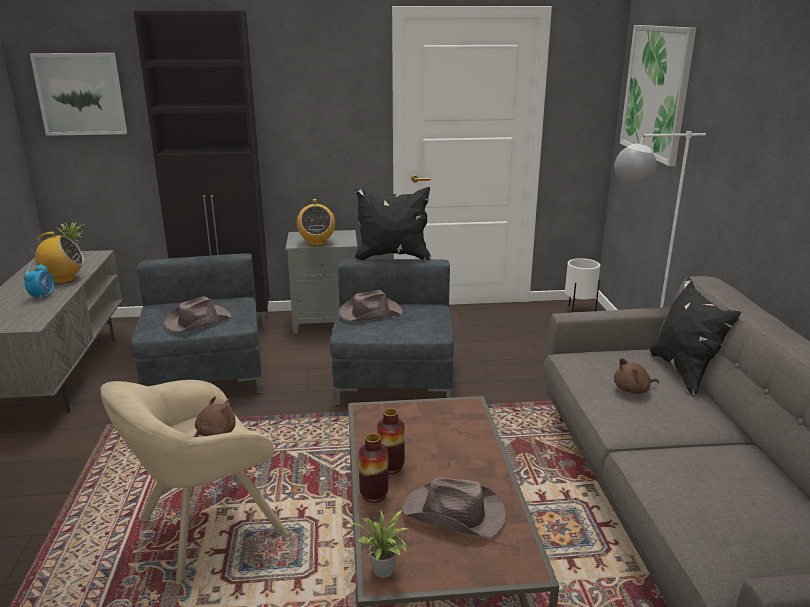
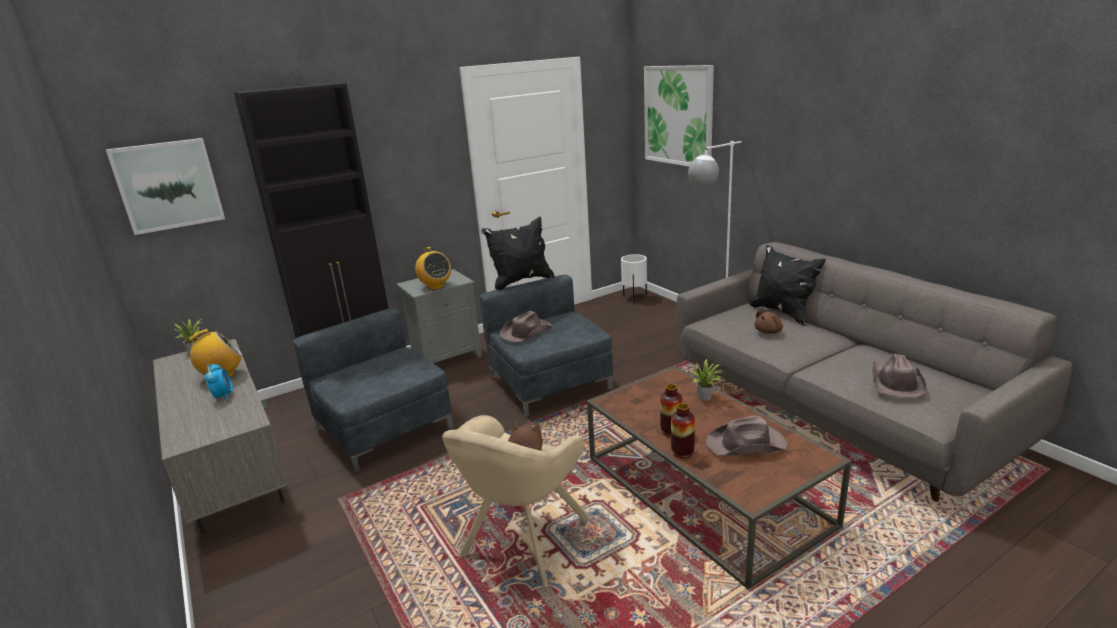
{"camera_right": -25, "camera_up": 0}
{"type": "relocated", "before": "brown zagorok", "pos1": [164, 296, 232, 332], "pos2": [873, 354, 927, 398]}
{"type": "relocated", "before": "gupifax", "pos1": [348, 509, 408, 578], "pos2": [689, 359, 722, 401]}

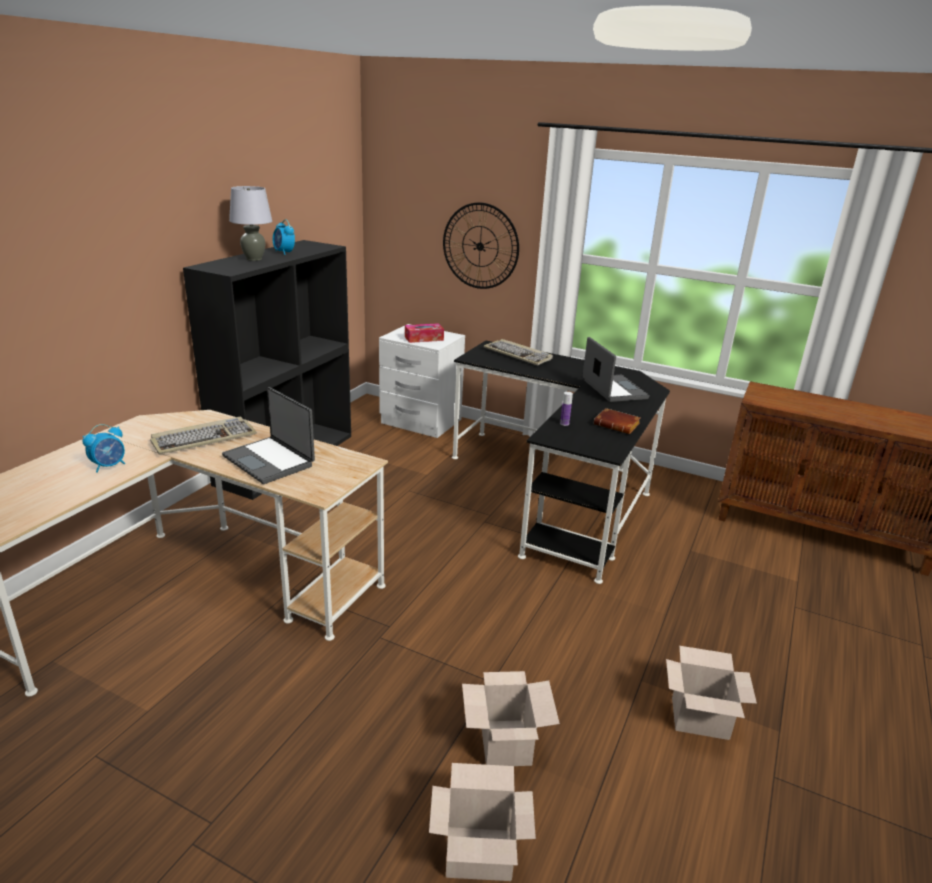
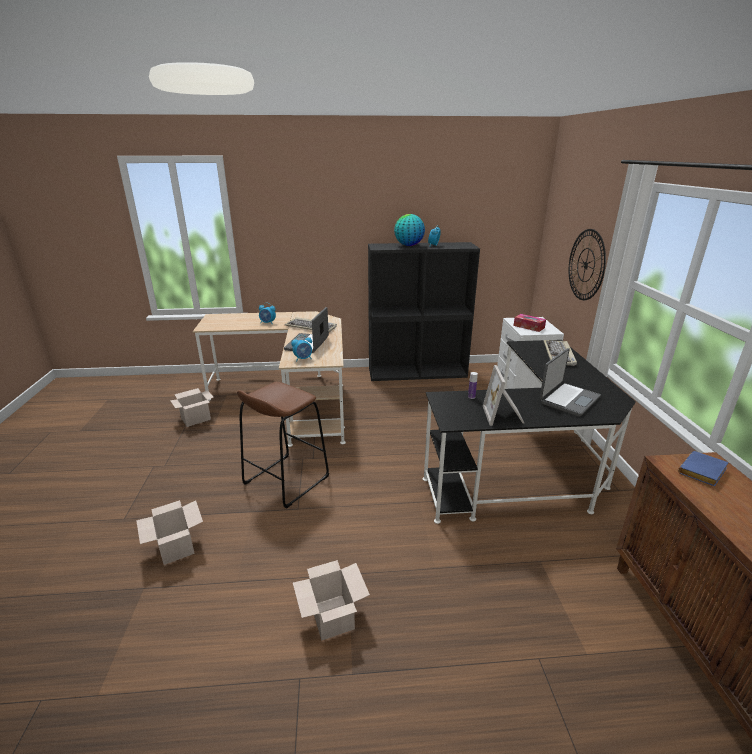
{"camera_right": 60, "camera_up": 0}
{"type": "appeared", "after": "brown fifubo", "pos2": [237, 382, 329, 509]}
{"type": "appeared", "after": "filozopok", "pos2": [291, 335, 312, 362]}
{"type": "appeared", "after": "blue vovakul", "pos2": [678, 451, 729, 486]}
{"type": "relocated", "before": "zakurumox", "pos1": [462, 671, 560, 766], "pos2": [170, 388, 214, 427]}
{"type": "exchanged", "before": "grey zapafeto", "after": "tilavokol", "pos1": [229, 186, 272, 261], "pos2": [394, 214, 425, 246]}
{"type": "exchanged", "before": "brown vovakul", "after": "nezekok", "pos1": [594, 408, 641, 434], "pos2": [483, 365, 524, 426]}

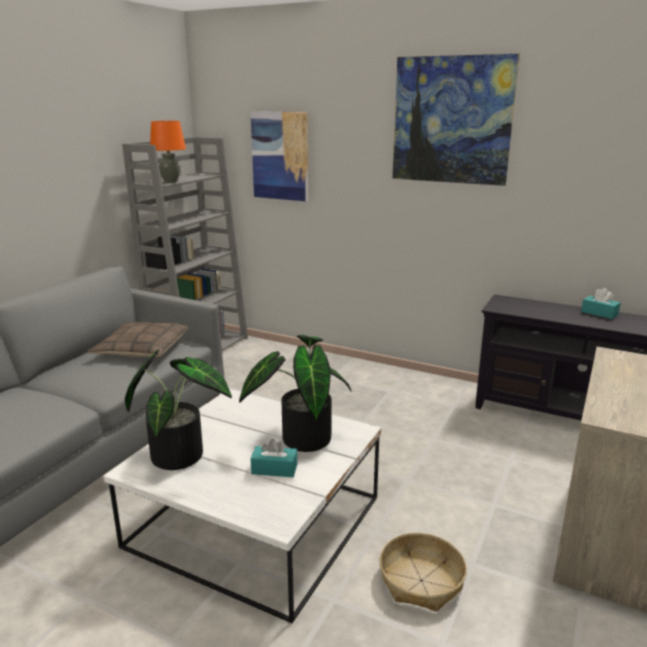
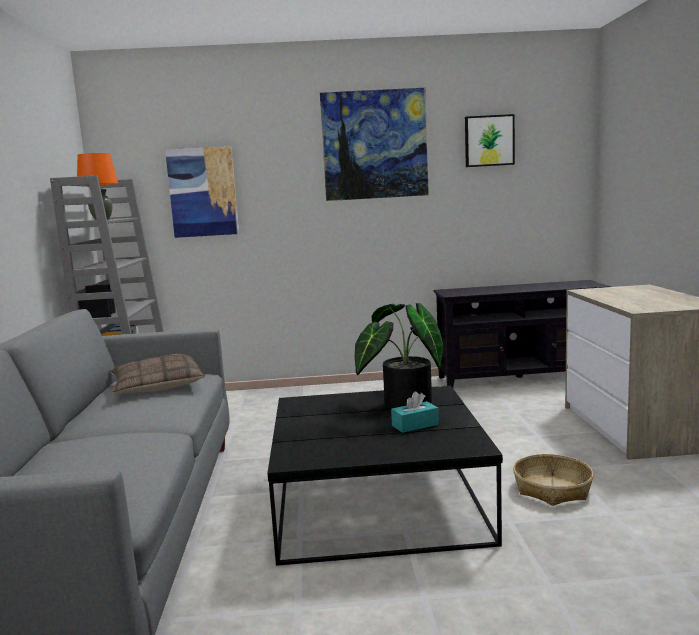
{"camera_right": -30, "camera_up": -10}
{"type": "missing", "before": "gupifax", "pos1": [125, 350, 232, 470]}
{"type": "missing", "before": "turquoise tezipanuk", "pos1": [581, 288, 621, 319]}
{"type": "appeared", "after": "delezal", "pos2": [465, 114, 515, 167]}
{"type": "colour", "before": "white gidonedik", "after": "black gidonedik", "pos1": [104, 389, 381, 623], "pos2": [267, 386, 503, 566]}

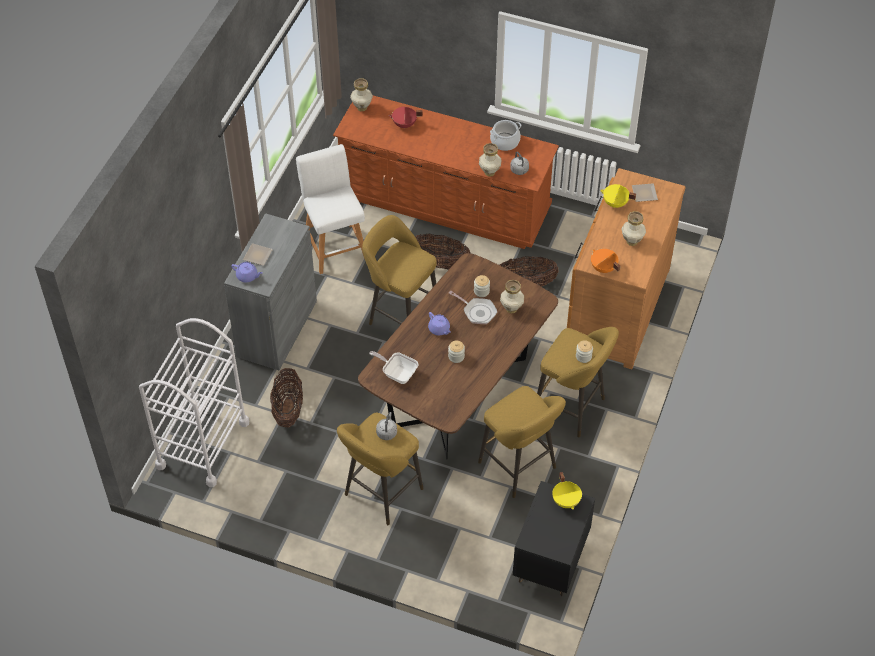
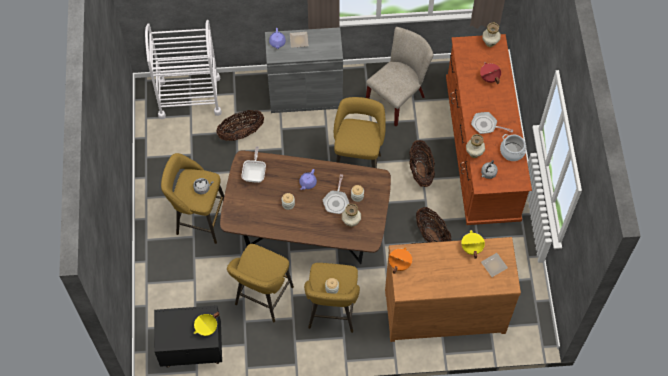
{"camera_right": 65, "camera_up": 10}
{"type": "missing", "before": "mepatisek", "pos1": [621, 211, 646, 246]}
{"type": "appeared", "after": "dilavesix", "pos2": [471, 112, 513, 134]}
{"type": "exchanged", "before": "white fifubo", "after": "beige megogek", "pos1": [296, 144, 365, 274], "pos2": [366, 27, 433, 126]}

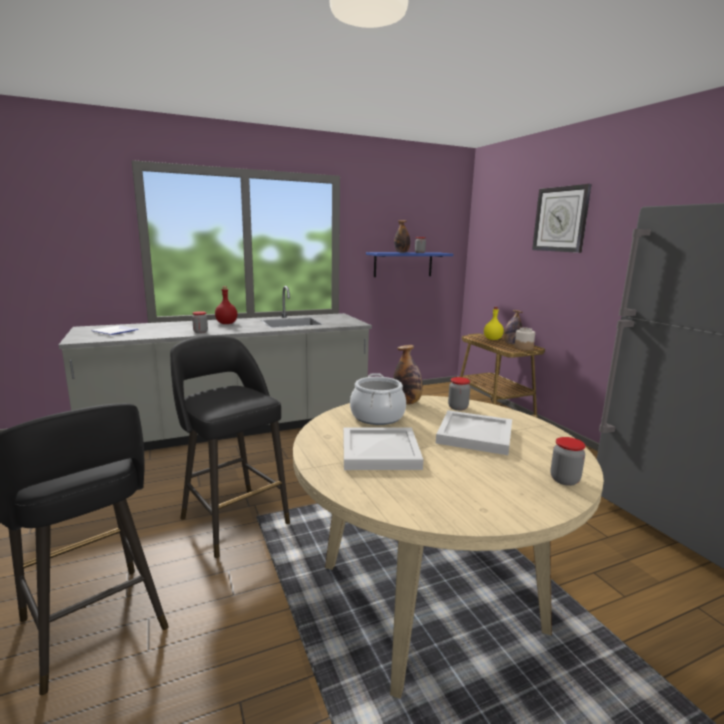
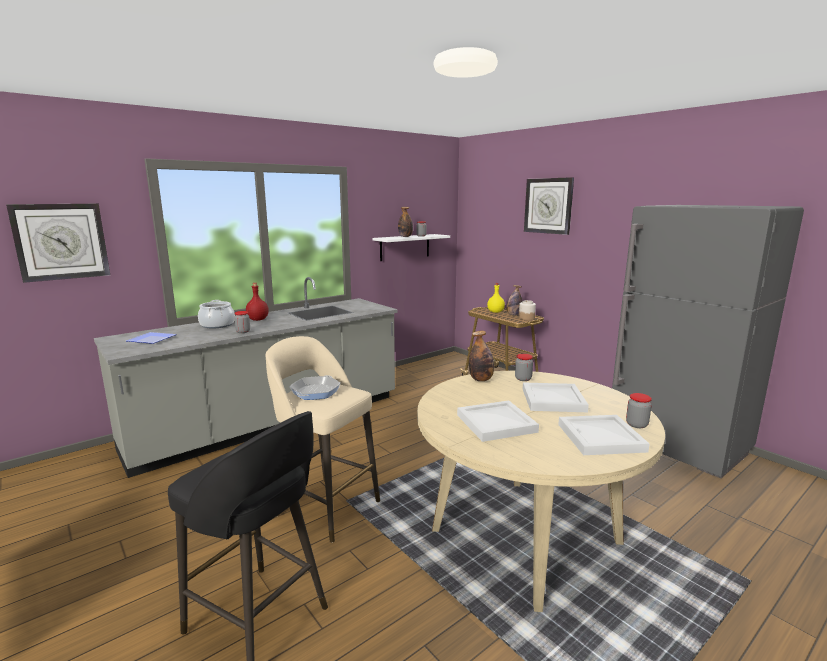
{"camera_right": -15, "camera_up": 0}
{"type": "appeared", "after": "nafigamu", "pos2": [6, 204, 110, 283]}
{"type": "appeared", "after": "dilavesix", "pos2": [289, 375, 341, 400]}
{"type": "appeared", "after": "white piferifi", "pos2": [558, 415, 650, 455]}
{"type": "relocated", "before": "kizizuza", "pos1": [350, 373, 406, 425], "pos2": [198, 300, 235, 328]}
{"type": "colour", "before": "black fifubo", "after": "beige fifubo", "pos1": [170, 335, 290, 558], "pos2": [265, 336, 380, 543]}
{"type": "colour", "before": "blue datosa", "after": "white datosa", "pos1": [366, 252, 453, 277], "pos2": [373, 234, 450, 261]}

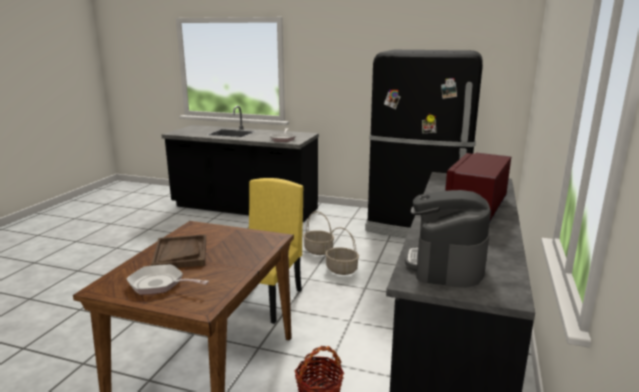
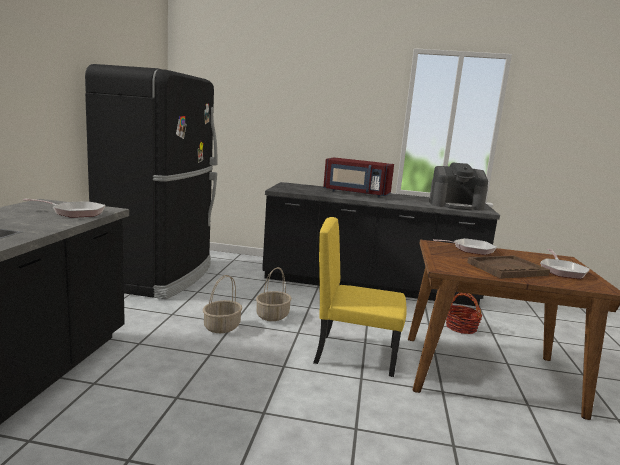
{"camera_right": -100, "camera_up": -5}
{"type": "appeared", "after": "dilavesix", "pos2": [433, 238, 497, 255]}

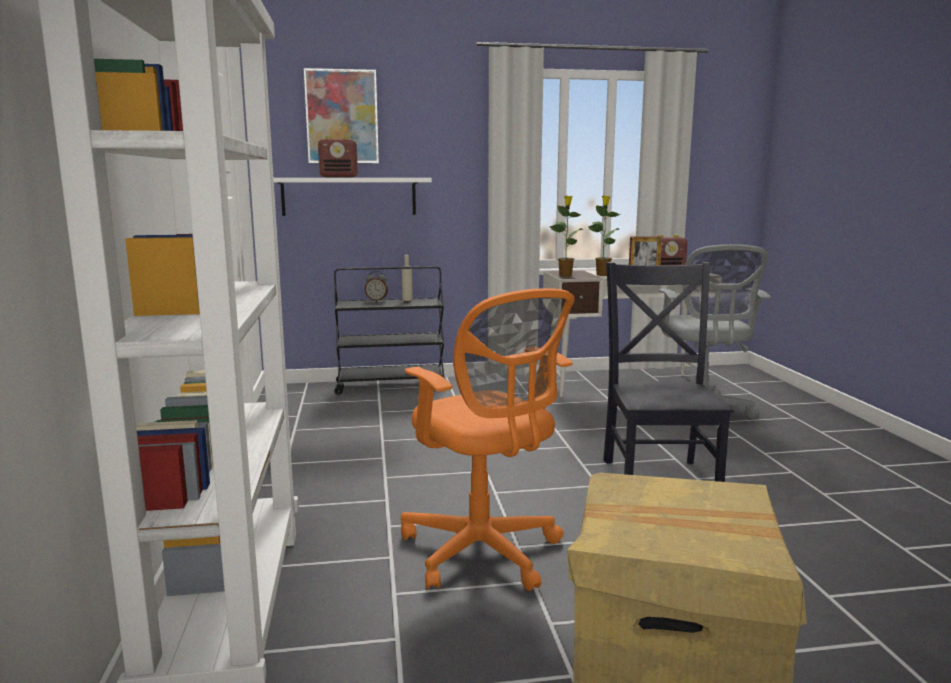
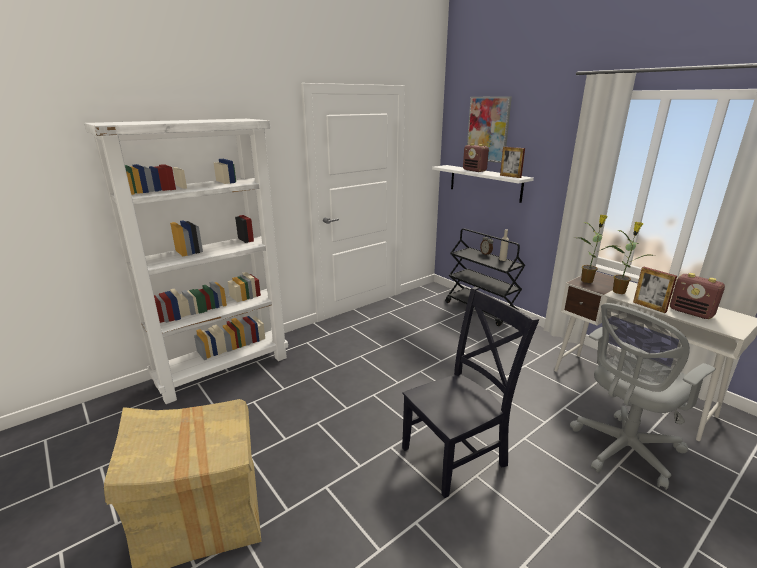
{"camera_right": 60, "camera_up": 10}
{"type": "missing", "before": "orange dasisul", "pos1": [401, 288, 575, 591]}
{"type": "appeared", "after": "nezekok", "pos2": [500, 147, 525, 178]}

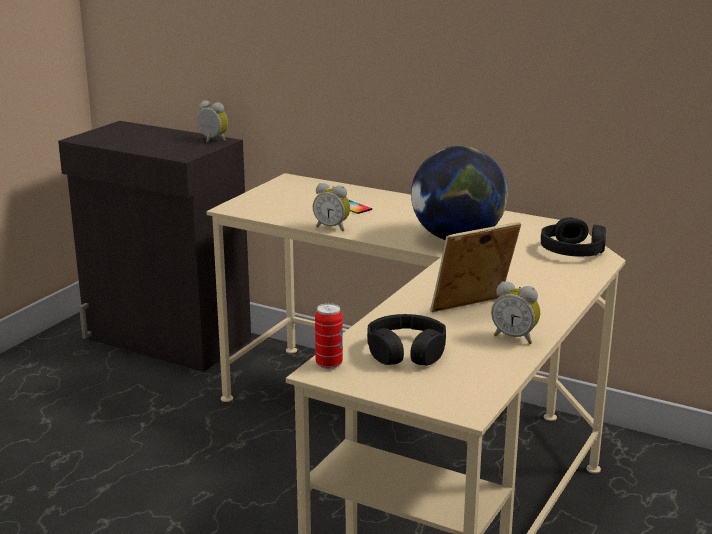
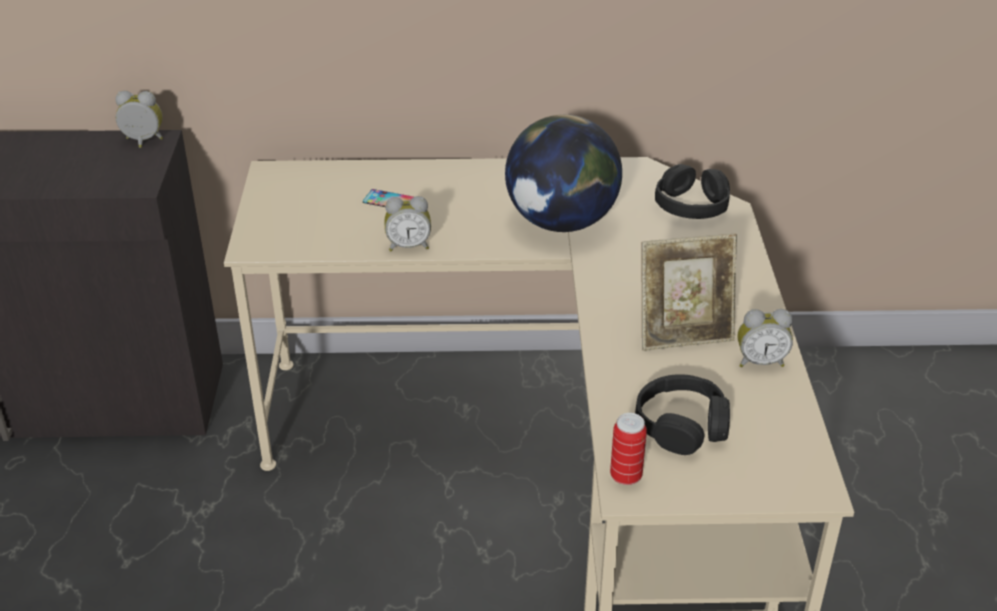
{"camera_right": -30, "camera_up": 15}
{"type": "spun", "before": "nezekok", "pos1": [430, 222, 521, 312], "pos2": [642, 234, 737, 351], "turn": -135}

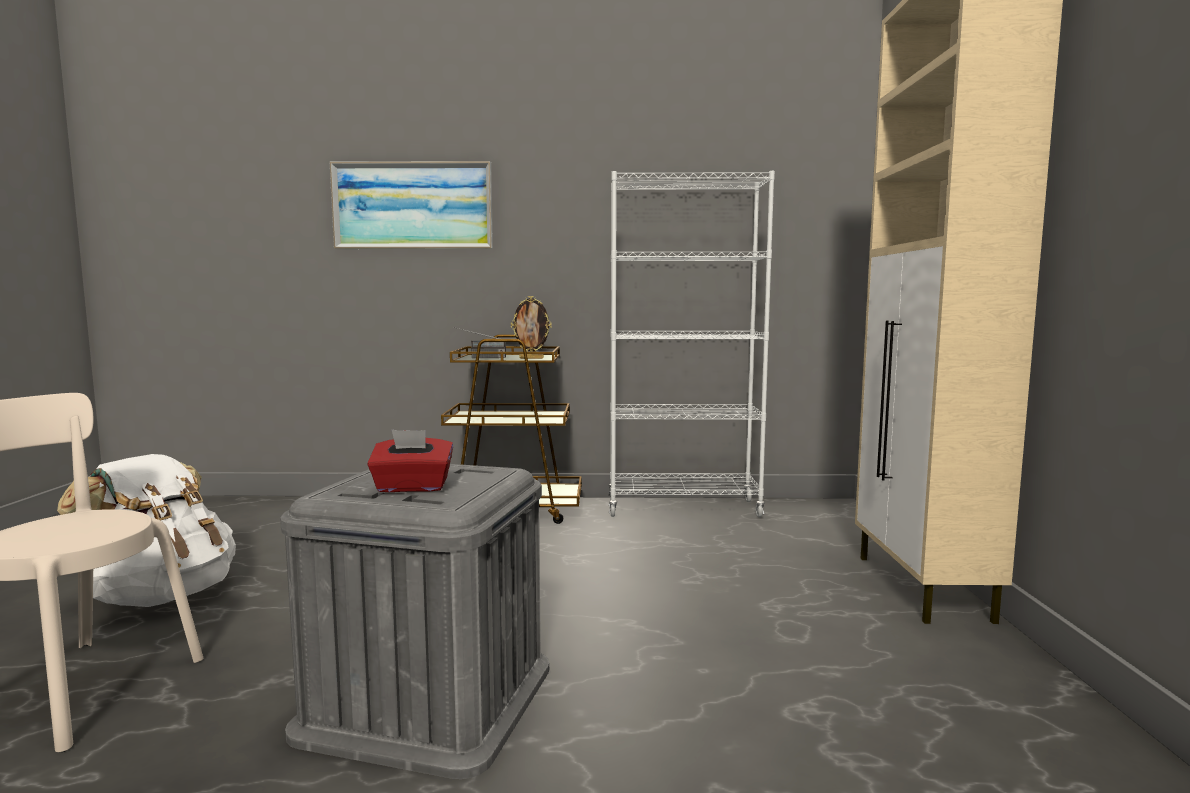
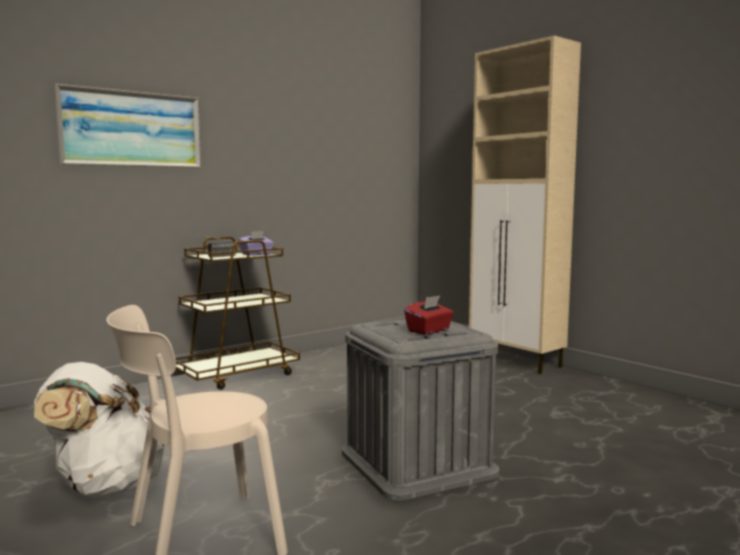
{"camera_right": -40, "camera_up": 0}
{"type": "missing", "before": "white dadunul", "pos1": [609, 171, 775, 517]}
{"type": "exchanged", "before": "nezekok", "after": "purple tezipanuk", "pos1": [511, 296, 552, 359], "pos2": [239, 231, 274, 256]}

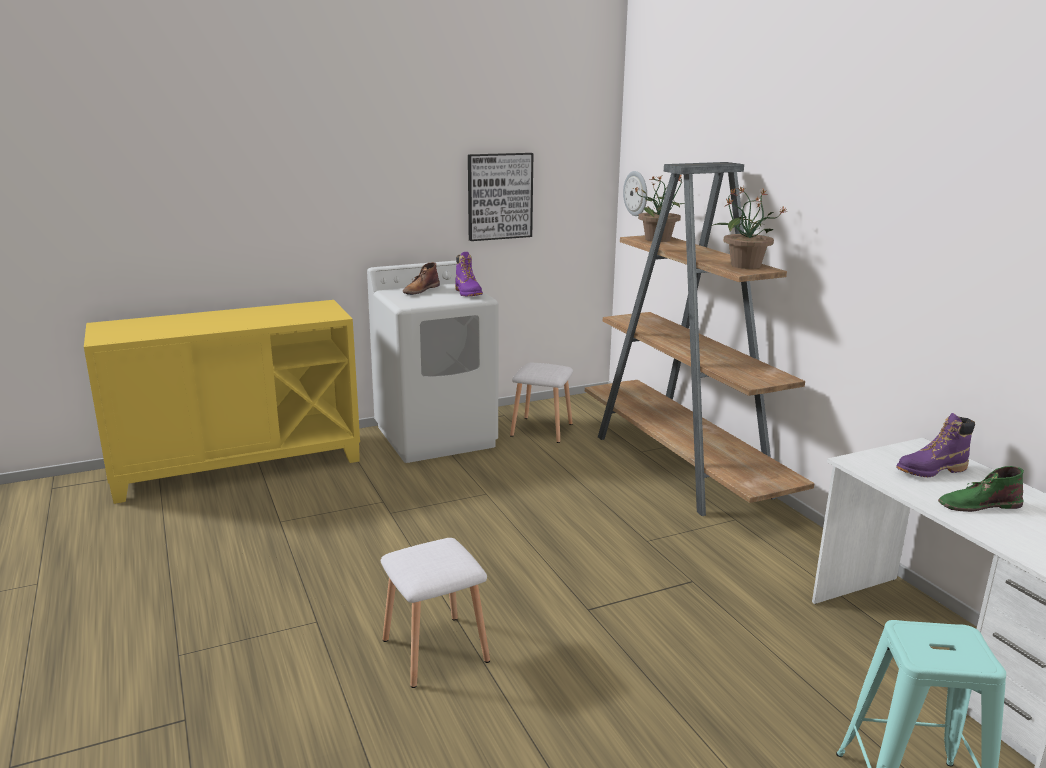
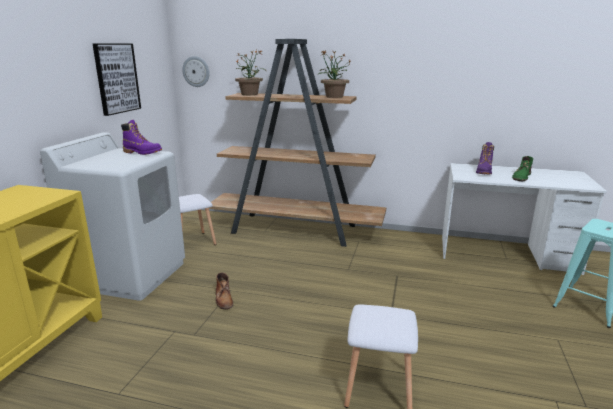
{"camera_right": -50, "camera_up": 0}
{"type": "relocated", "before": "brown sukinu", "pos1": [403, 262, 440, 295], "pos2": [216, 272, 233, 309]}

